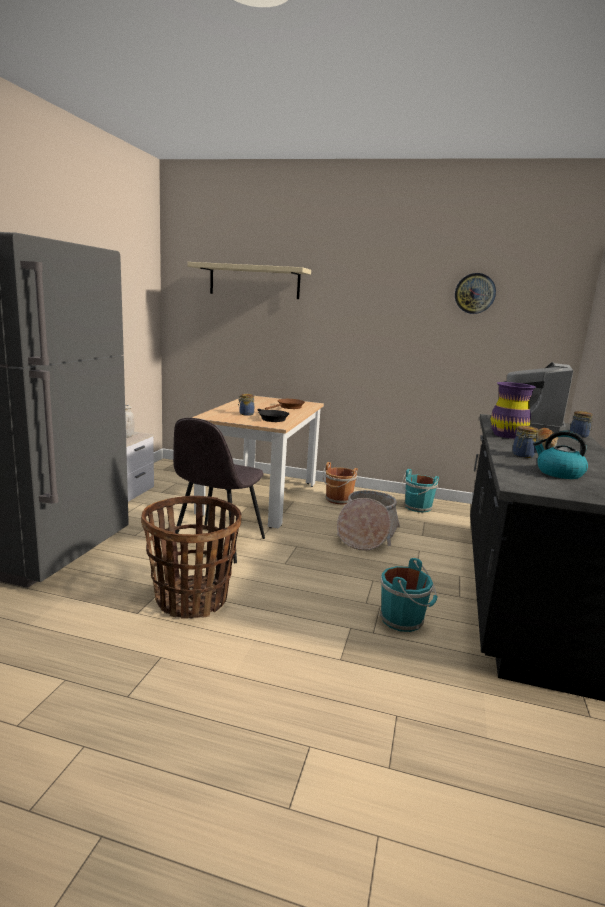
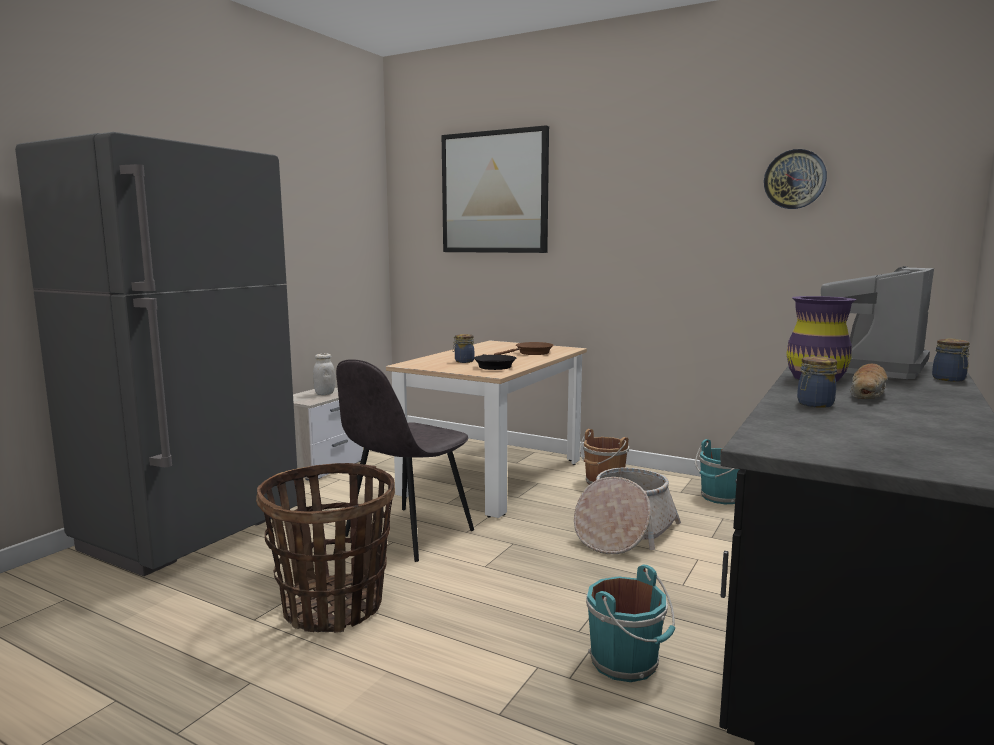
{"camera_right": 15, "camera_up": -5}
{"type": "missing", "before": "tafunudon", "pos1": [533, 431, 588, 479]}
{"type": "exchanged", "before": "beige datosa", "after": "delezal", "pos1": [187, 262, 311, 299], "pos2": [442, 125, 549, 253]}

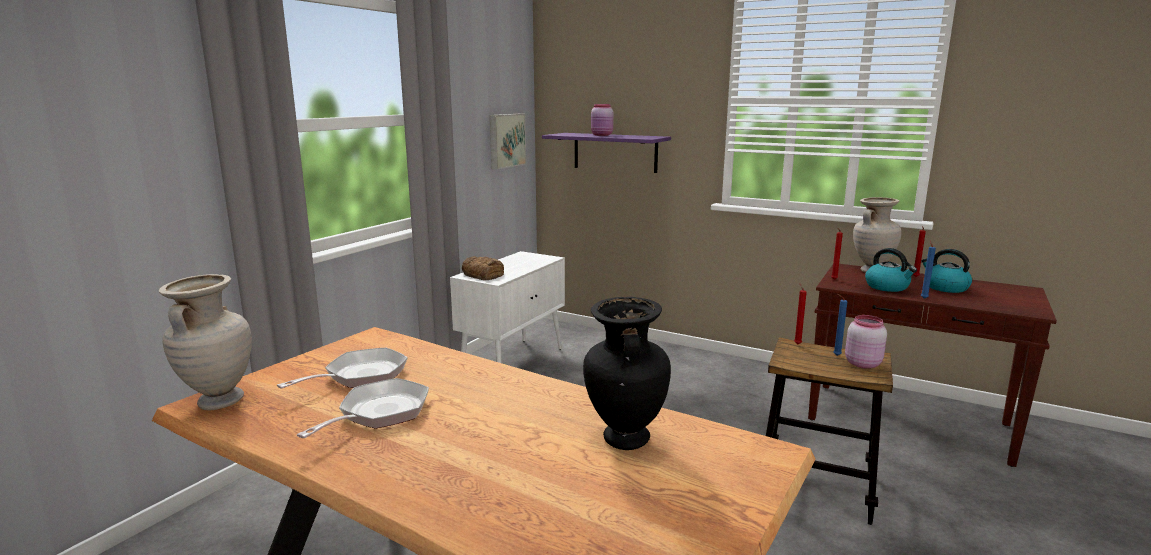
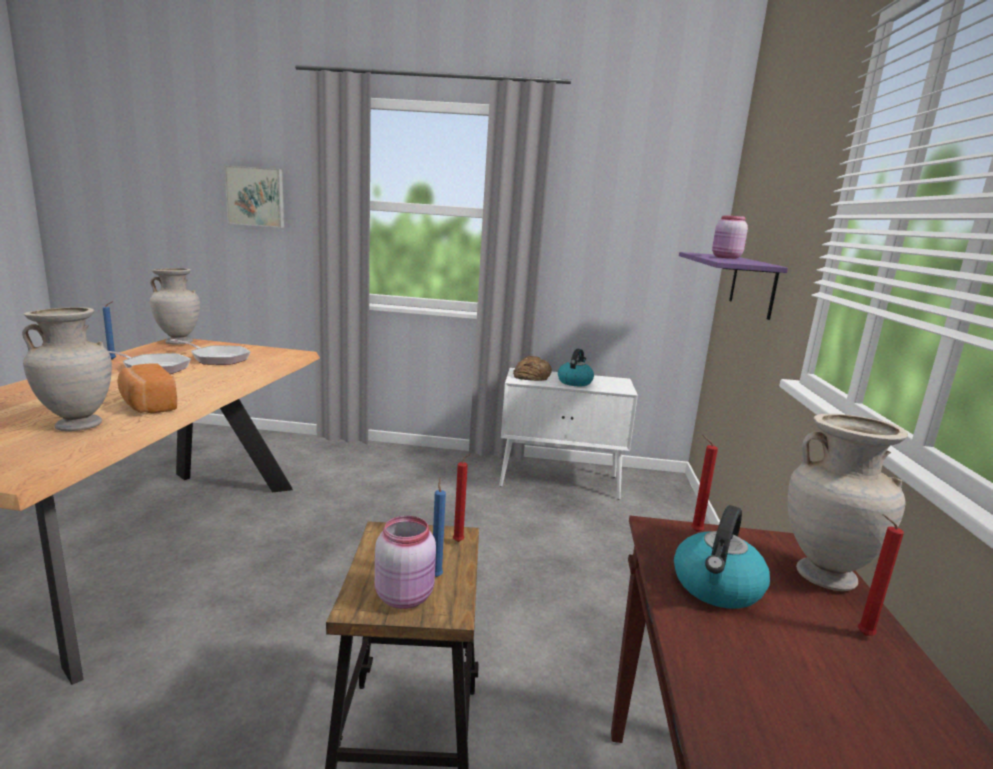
{"camera_right": 65, "camera_up": 0}
{"type": "appeared", "after": "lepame", "pos2": [117, 364, 177, 413]}
{"type": "relocated", "before": "delezal", "pos1": [490, 113, 526, 169], "pos2": [224, 165, 284, 228]}
{"type": "relocated", "before": "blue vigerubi", "pos1": [921, 241, 936, 299], "pos2": [103, 302, 116, 360]}
{"type": "relocated", "before": "tafunudon", "pos1": [921, 249, 972, 293], "pos2": [558, 349, 594, 386]}
{"type": "colour", "before": "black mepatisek", "after": "beige mepatisek", "pos1": [583, 297, 671, 450], "pos2": [22, 307, 112, 431]}

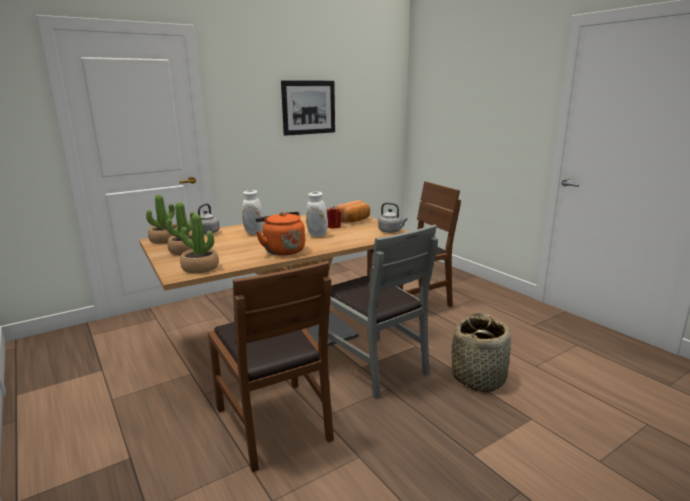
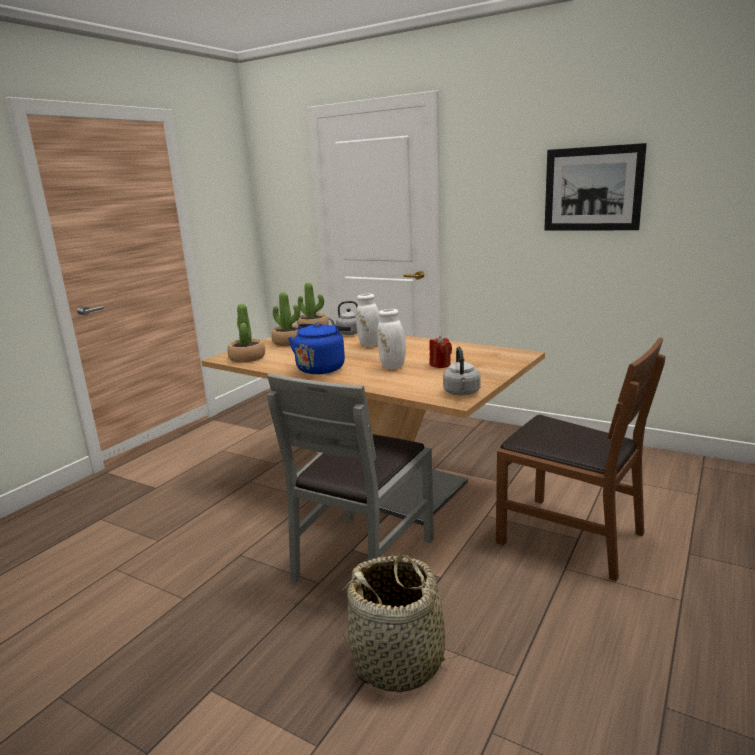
{"camera_right": 65, "camera_up": 0}
{"type": "missing", "before": "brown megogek", "pos1": [208, 261, 334, 472]}
{"type": "missing", "before": "lepame", "pos1": [335, 200, 370, 223]}
{"type": "colour", "before": "orange tafunudon", "after": "blue tafunudon", "pos1": [256, 212, 305, 256], "pos2": [288, 322, 351, 374]}

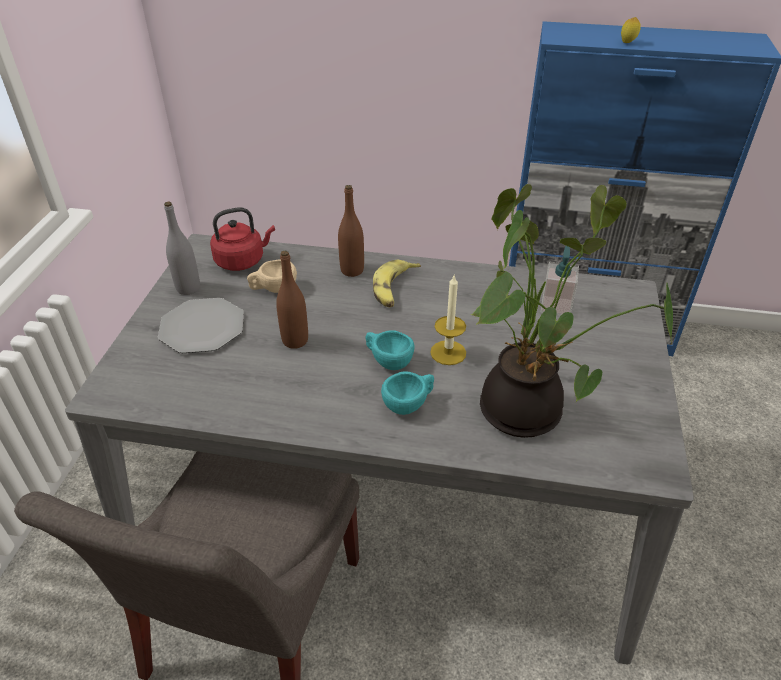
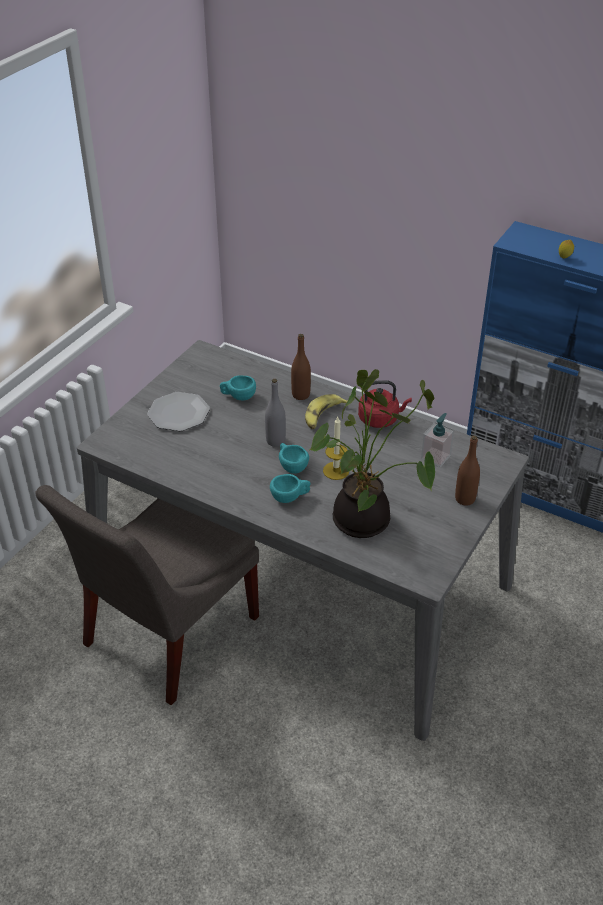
{"camera_right": 20, "camera_up": 0}
{"type": "relocated", "before": "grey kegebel", "pos1": [164, 202, 200, 295], "pos2": [265, 379, 286, 447]}
{"type": "relocated", "before": "red tafunudon", "pos1": [210, 207, 275, 271], "pos2": [358, 380, 412, 428]}
{"type": "relocated", "before": "brown kegebel", "pos1": [276, 251, 308, 349], "pos2": [455, 435, 480, 506]}
{"type": "colour", "before": "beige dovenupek", "after": "turquoise dovenupek", "pos1": [247, 259, 297, 293], "pos2": [220, 375, 256, 400]}

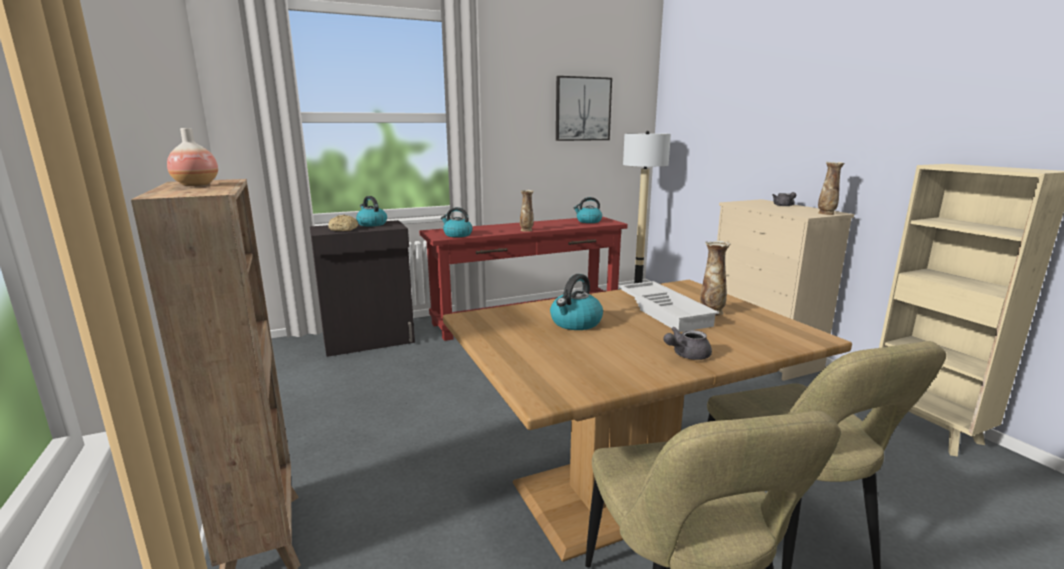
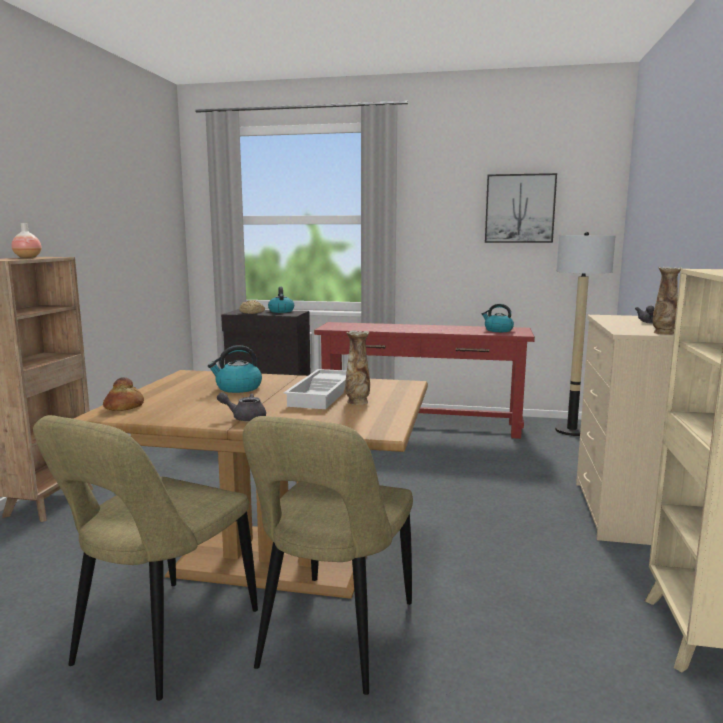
{"camera_right": 35, "camera_up": -5}
{"type": "missing", "before": "tafunudon", "pos1": [441, 207, 473, 237]}
{"type": "missing", "before": "mepatisek", "pos1": [520, 190, 534, 232]}
{"type": "appeared", "after": "lepame", "pos2": [103, 377, 144, 411]}

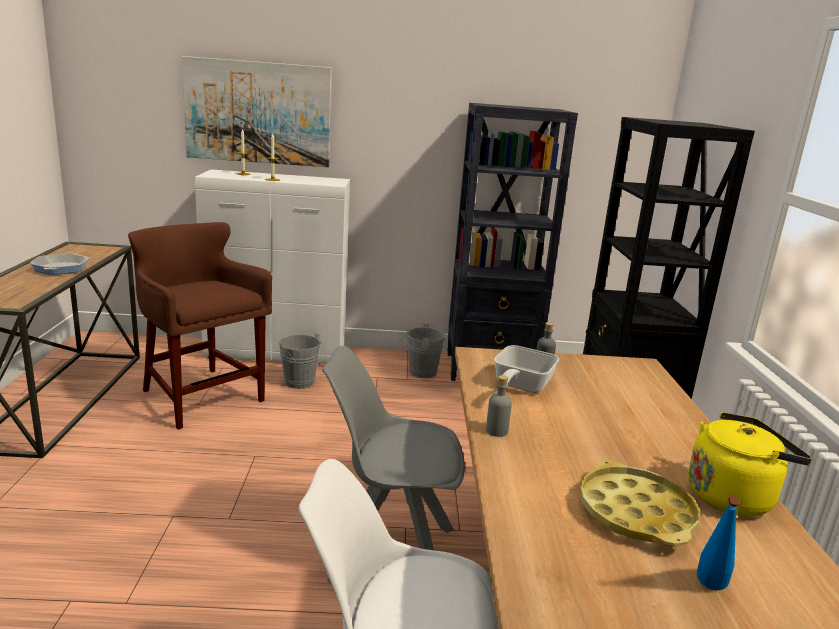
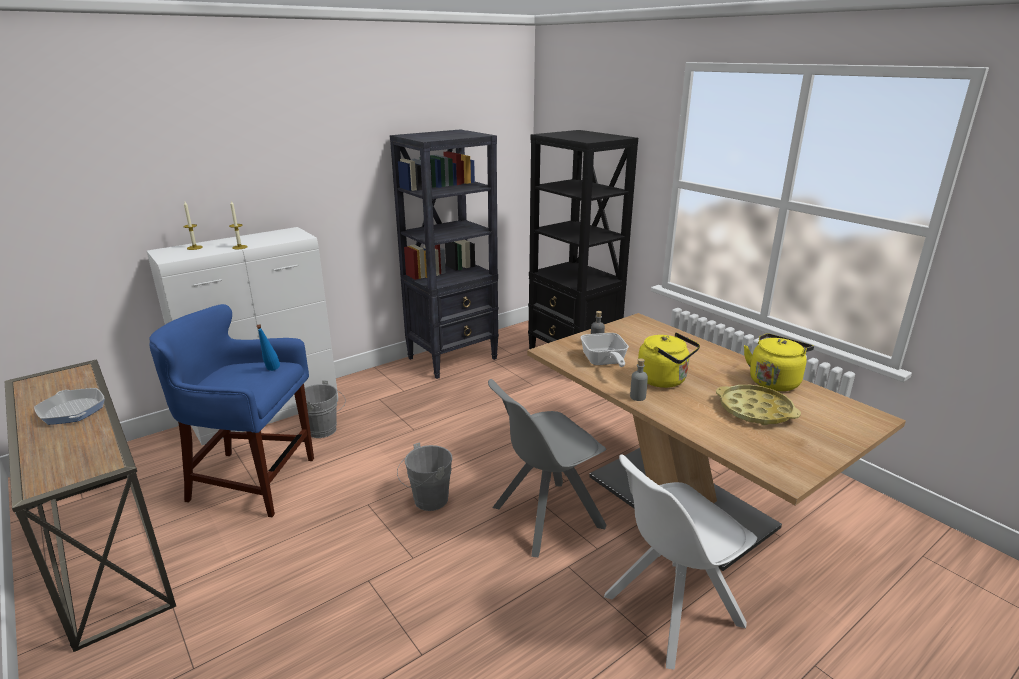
{"camera_right": -35, "camera_up": 5}
{"type": "missing", "before": "delezal", "pos1": [182, 56, 332, 167]}
{"type": "appeared", "after": "yellow tafunudon", "pos2": [637, 333, 700, 388]}
{"type": "relocated", "before": "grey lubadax", "pos1": [399, 323, 445, 378], "pos2": [397, 442, 452, 511]}
{"type": "relocated", "before": "blue kegebel", "pos1": [697, 496, 740, 590], "pos2": [256, 324, 280, 371]}
{"type": "colour", "before": "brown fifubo", "after": "blue fifubo", "pos1": [128, 222, 272, 430], "pos2": [149, 304, 314, 517]}

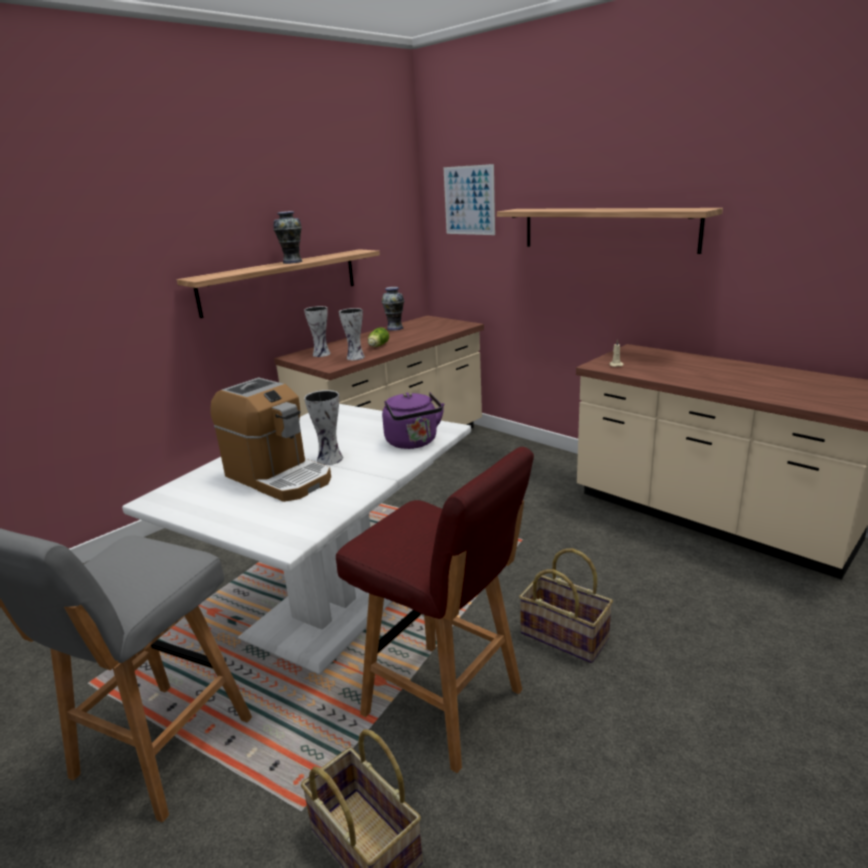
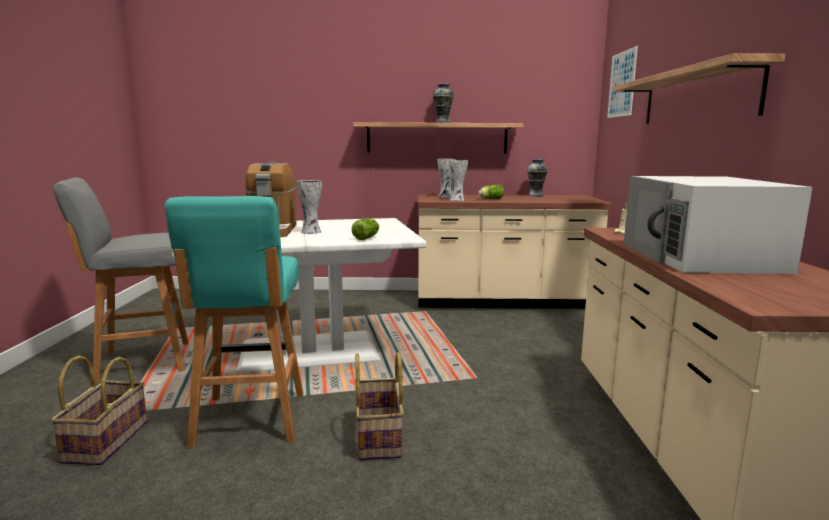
{"camera_right": 45, "camera_up": -10}
{"type": "appeared", "after": "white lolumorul", "pos2": [624, 176, 813, 274]}
{"type": "exchanged", "before": "purple tafunudon", "after": "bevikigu", "pos1": [382, 392, 444, 449], "pos2": [352, 218, 379, 240]}
{"type": "colour", "before": "red fifubo", "after": "turquoise fifubo", "pos1": [336, 447, 534, 773], "pos2": [165, 196, 304, 448]}

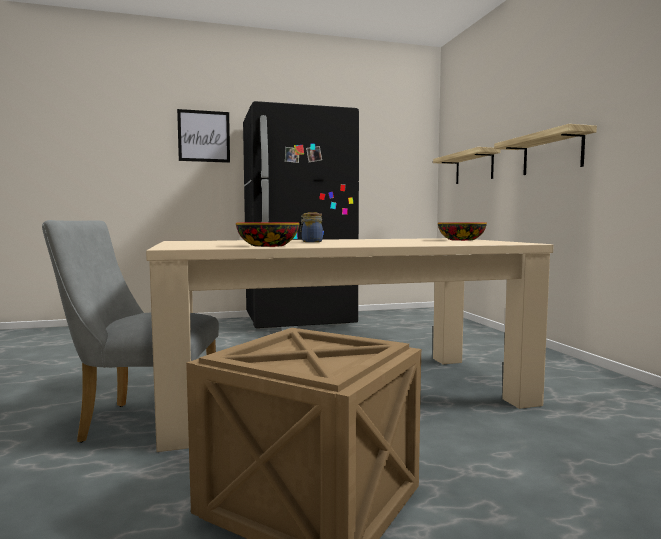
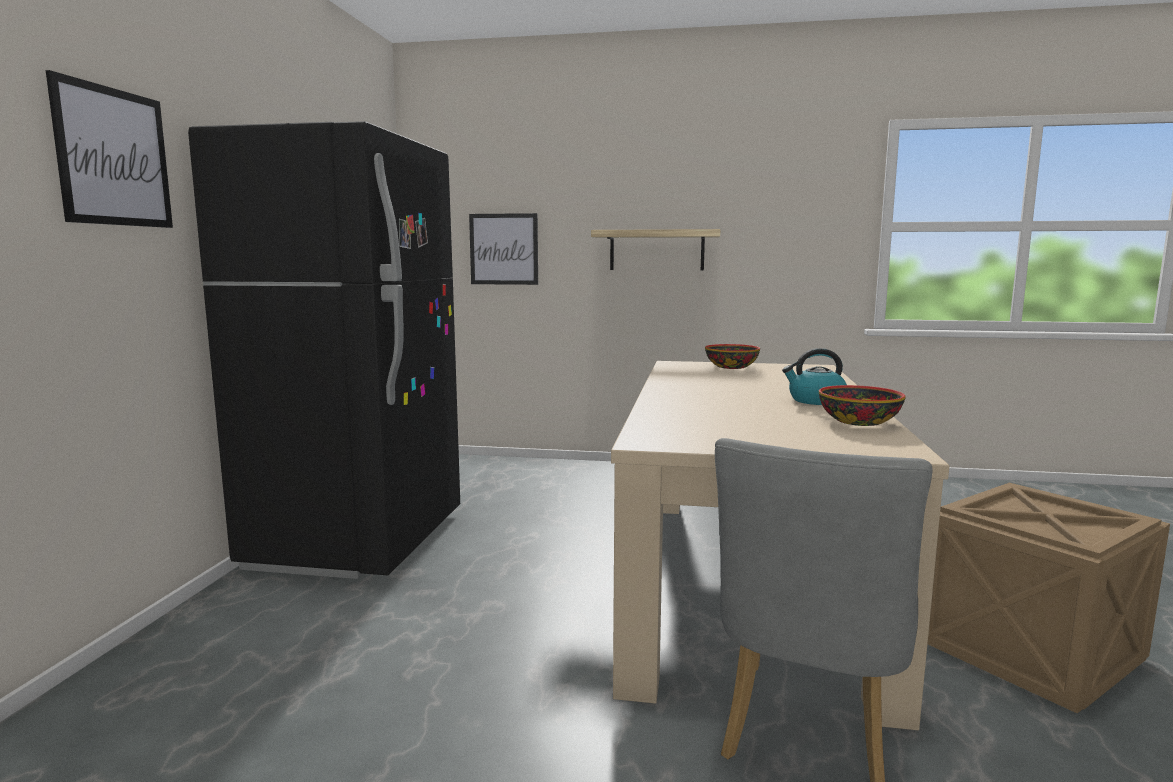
{"camera_right": -65, "camera_up": 5}
{"type": "missing", "before": "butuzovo", "pos1": [300, 213, 323, 242]}
{"type": "appeared", "after": "tafunudon", "pos2": [782, 348, 847, 405]}
{"type": "exchanged", "before": "datosa", "after": "delezal", "pos1": [433, 147, 500, 184], "pos2": [469, 213, 538, 285]}

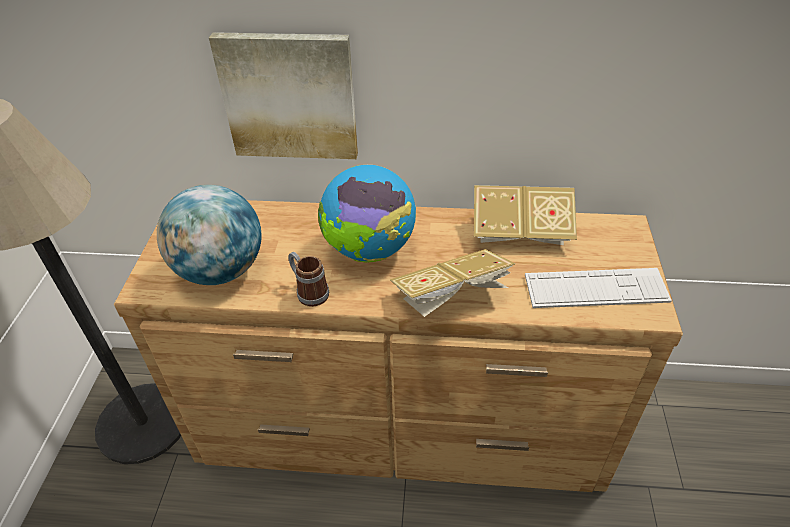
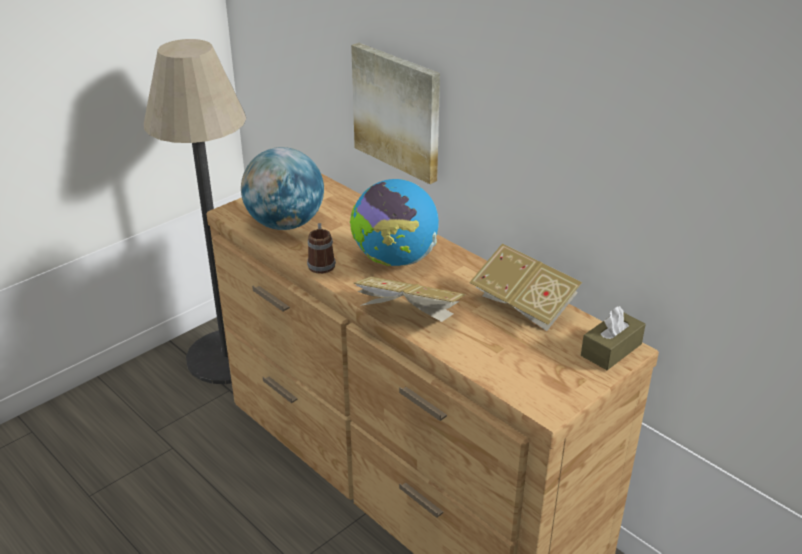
{"camera_right": 40, "camera_up": -10}
{"type": "missing", "before": "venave", "pos1": [525, 268, 672, 308]}
{"type": "appeared", "after": "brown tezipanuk", "pos2": [581, 306, 646, 370]}

